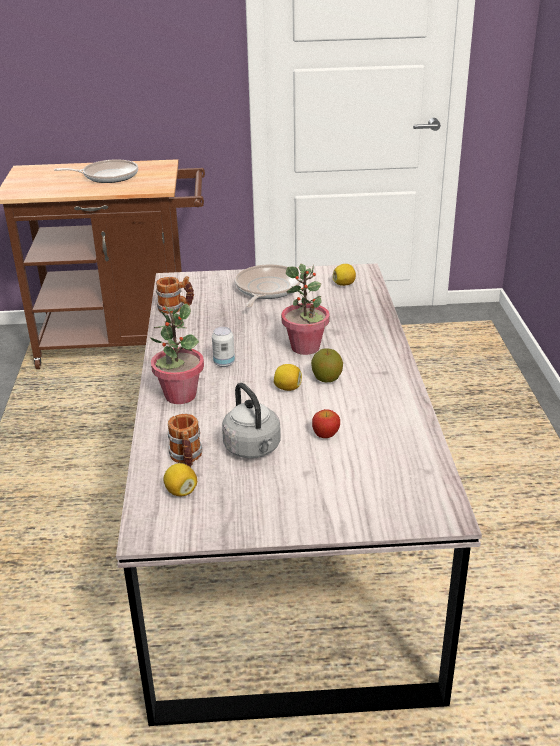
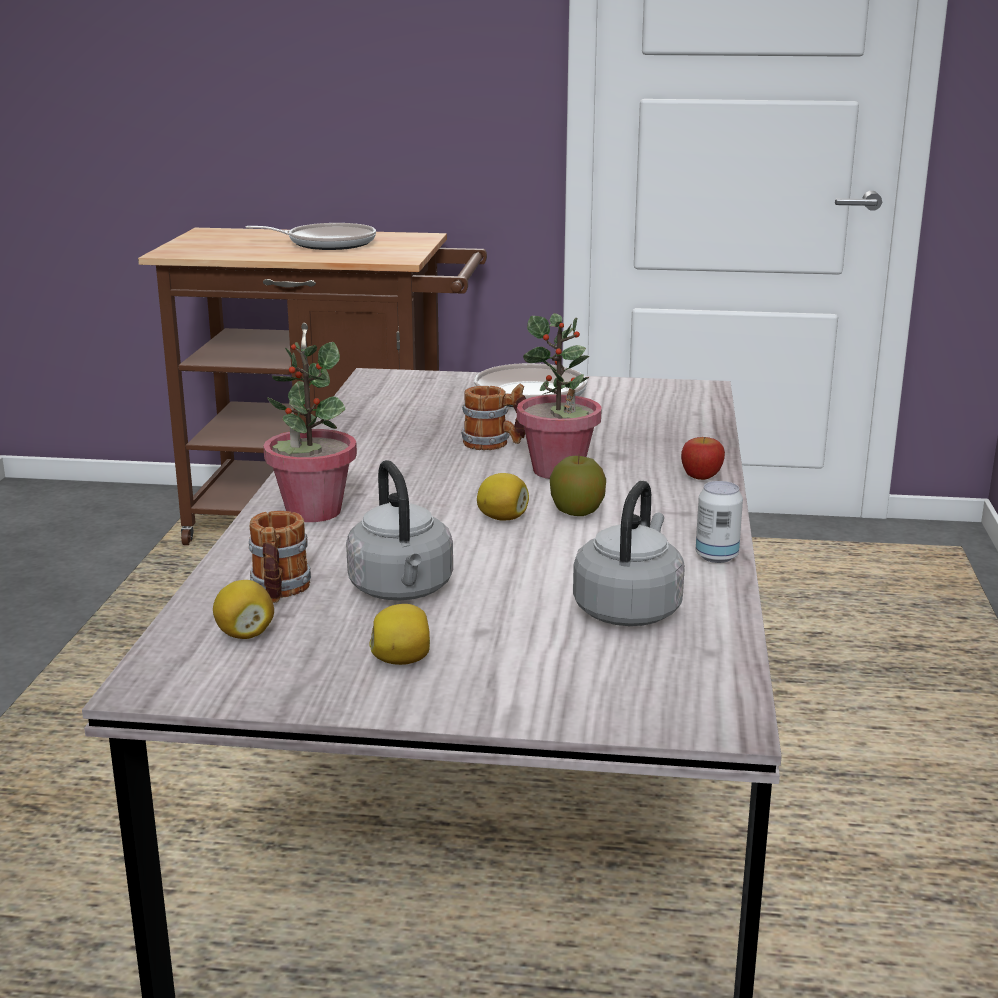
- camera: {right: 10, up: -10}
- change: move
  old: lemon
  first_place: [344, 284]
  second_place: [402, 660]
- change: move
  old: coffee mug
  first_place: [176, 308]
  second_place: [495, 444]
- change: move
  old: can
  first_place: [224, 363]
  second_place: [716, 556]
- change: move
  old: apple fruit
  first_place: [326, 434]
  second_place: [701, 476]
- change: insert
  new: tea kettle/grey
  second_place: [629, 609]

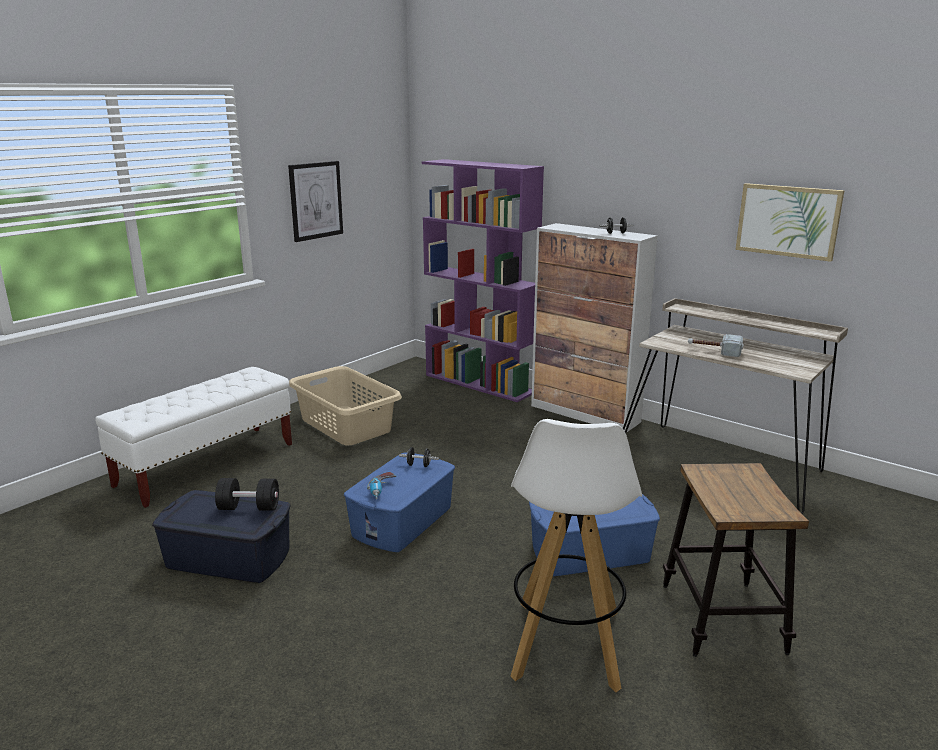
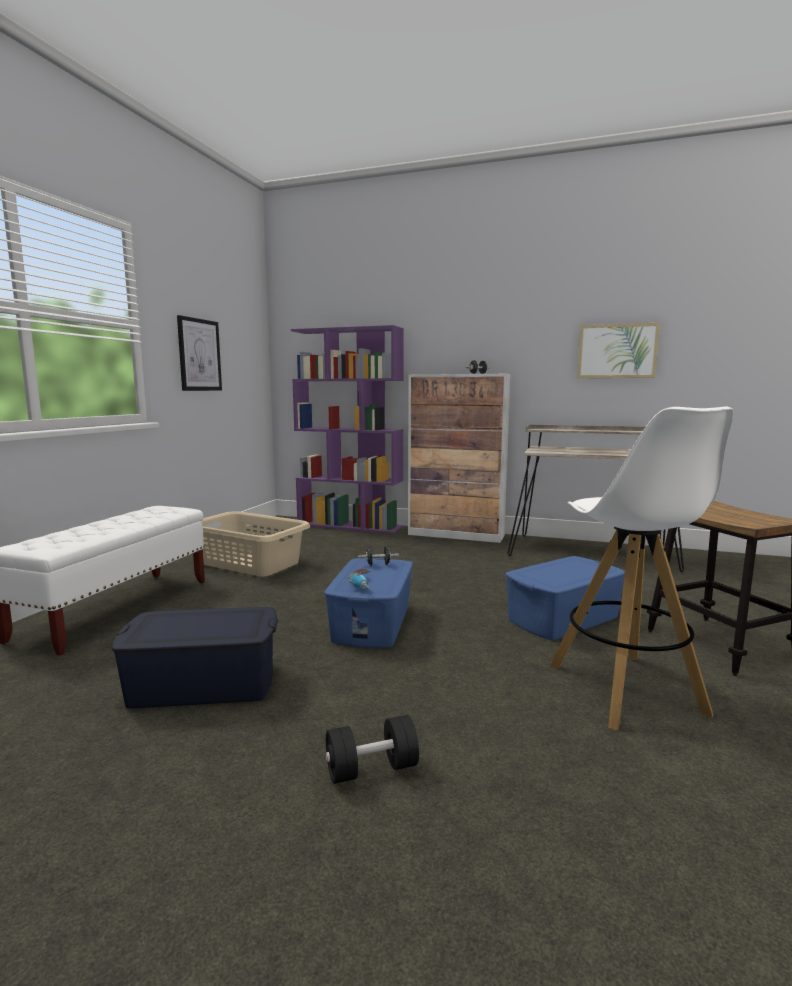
- camera: {right: -20, up: -10}
- change: delete
  old: tool hammer
  first_place: [714, 351]
- change: move
  old: dumbbell/black
  first_place: [249, 508]
  second_place: [371, 769]

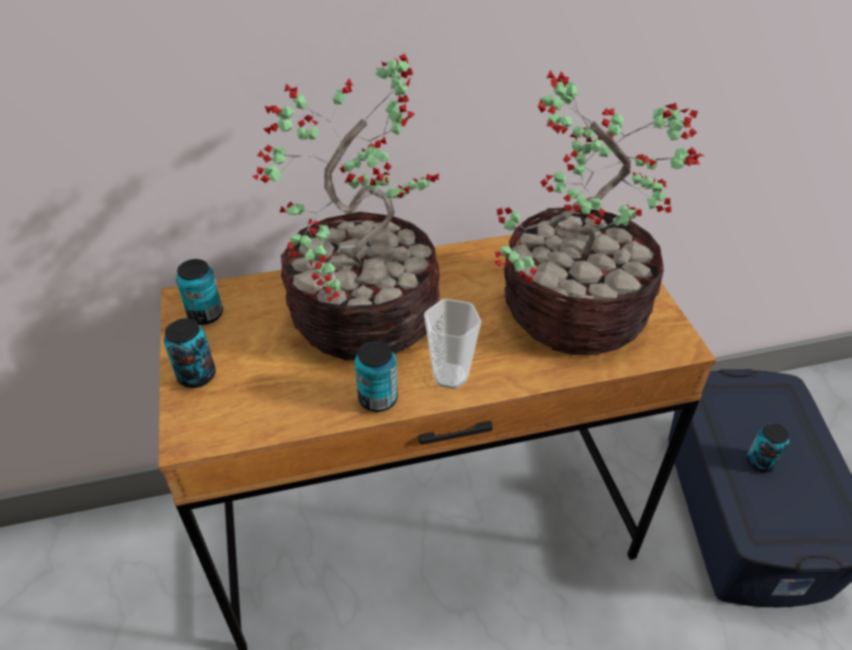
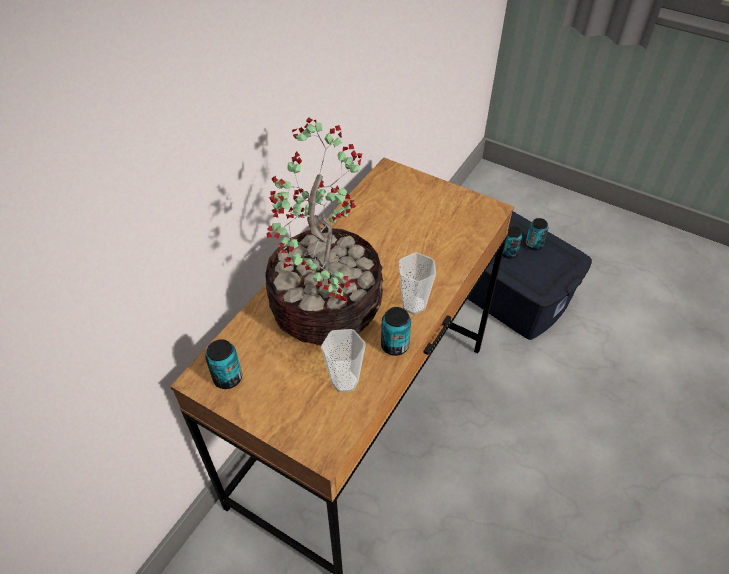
- camera: {right: -45, up: 5}
- change: delete
  old: plant in a pot
  first_place: [569, 312]
- change: move
  old: can
  first_place: [197, 376]
  second_place: [533, 245]
- change: insert
  new: small cup
  second_place: [344, 381]

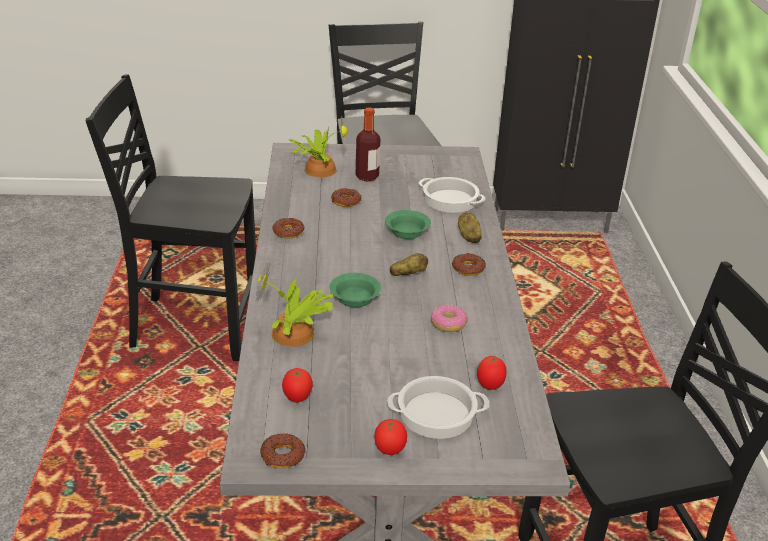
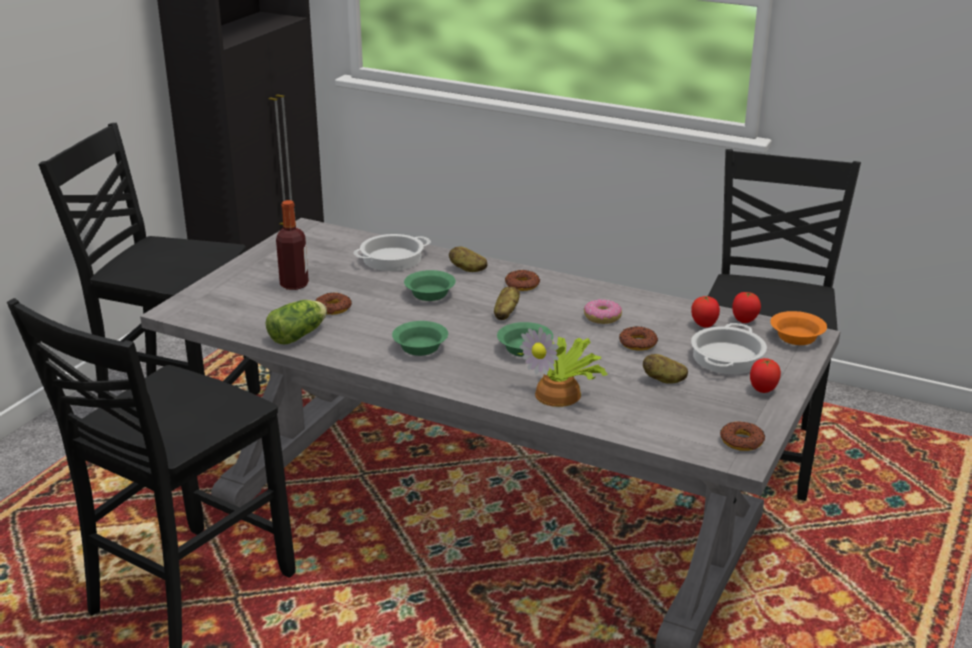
- camera: {right: -60, up: -5}
- change: delete
  old: plant in a pot
  first_place: [318, 169]
- change: move
  old: donut
  first_place: [288, 232]
  second_place: [637, 343]
- change: move
  old: fresh tomato
  first_place: [297, 398]
  second_place: [744, 321]
- change: insert
  new: lettuce
  second_place: [300, 335]
- change: insert
  new: serving bowl/orangey
  second_place: [796, 337]
- change: insert
  new: serving bowl/green
  second_place: [421, 348]
- change: insert
  new: potato
  second_place: [664, 380]

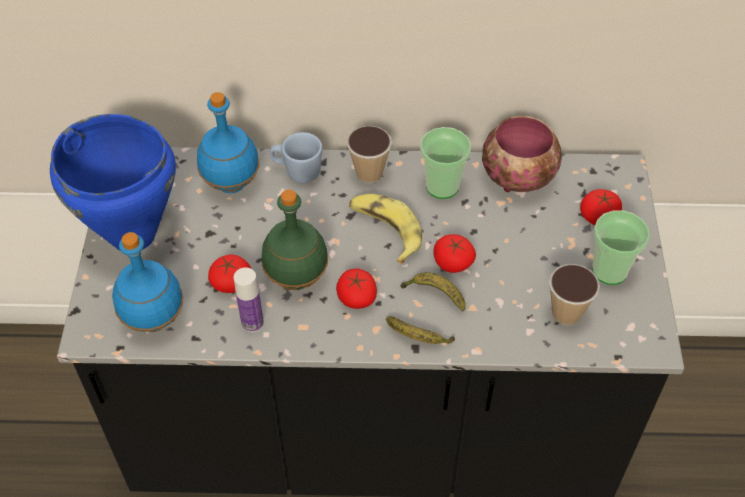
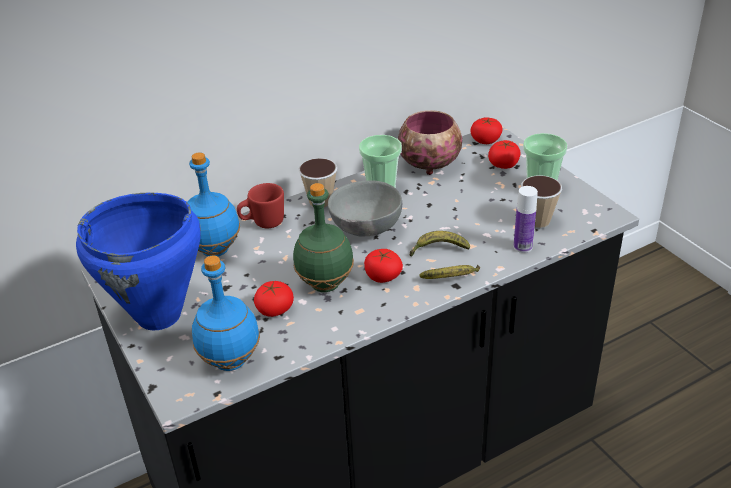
- camera: {right: -30, up: -15}
- change: recolor
  old: coffee mug/blue-coloured
  new: coffee mug/reddish
  first_place: [297, 172]
  second_place: [263, 223]
- change: replace
  old: banana fruit
  new: serving bowl/grey
  first_place: [385, 230]
  second_place: [365, 229]
- change: move
  old: fresh tomato
  first_place: [453, 262]
  second_place: [485, 140]
- change: move
  old: beverage bottle
  first_place: [252, 323]
  second_place: [522, 247]

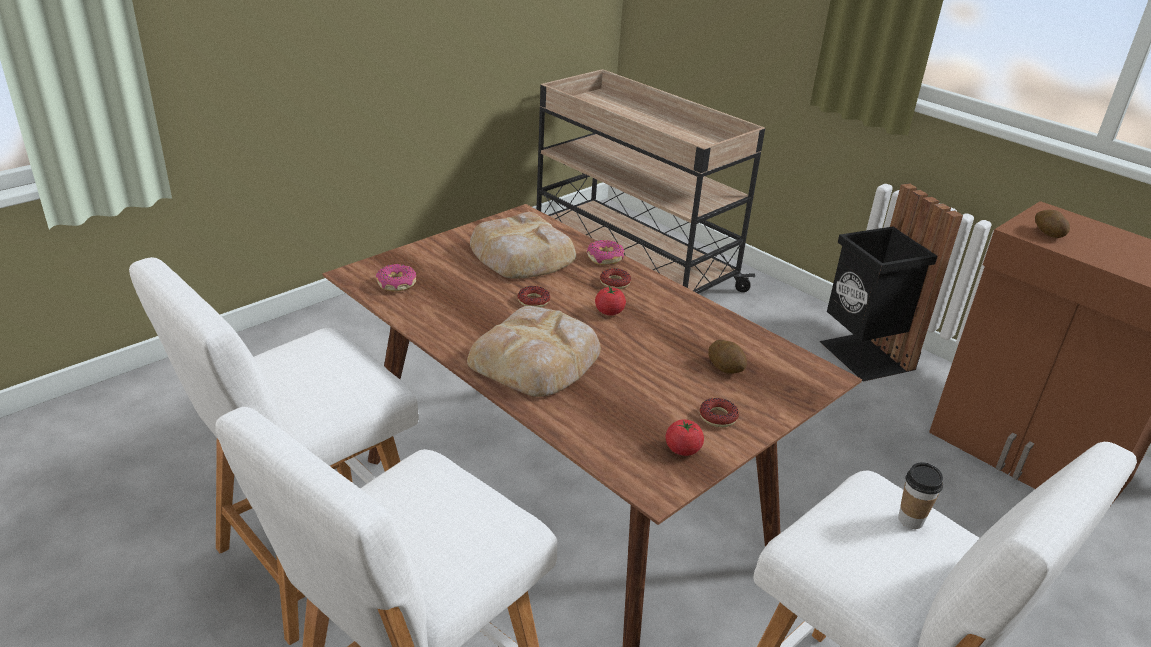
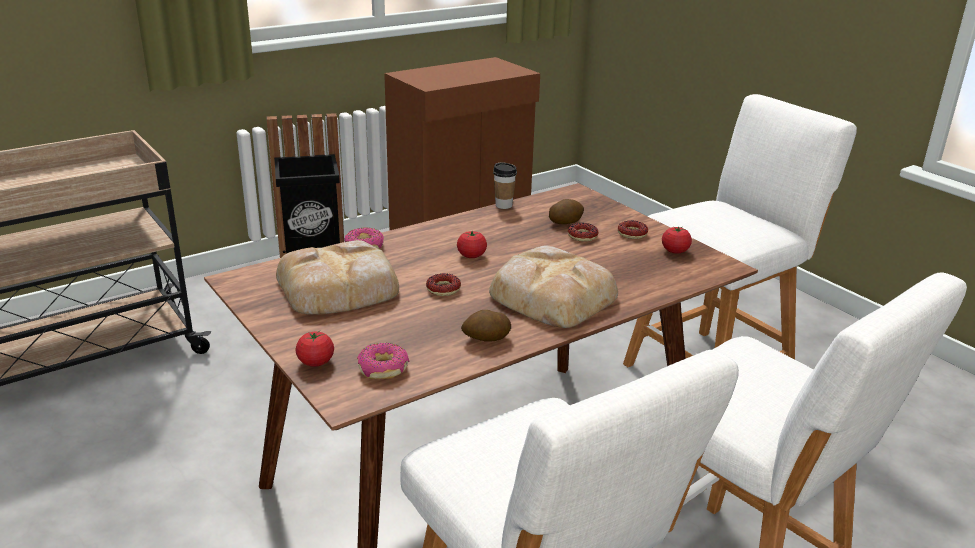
- camera: {right: -80, up: -5}
- change: move
  old: potato
  first_place: [1047, 233]
  second_place: [486, 339]
- change: move
  old: donut
  first_place: [615, 283]
  second_place: [582, 236]
- change: move
  old: small cup
  first_place: [910, 520]
  second_place: [503, 205]
- change: insert
  new: fresh tomato
  second_place: [316, 362]

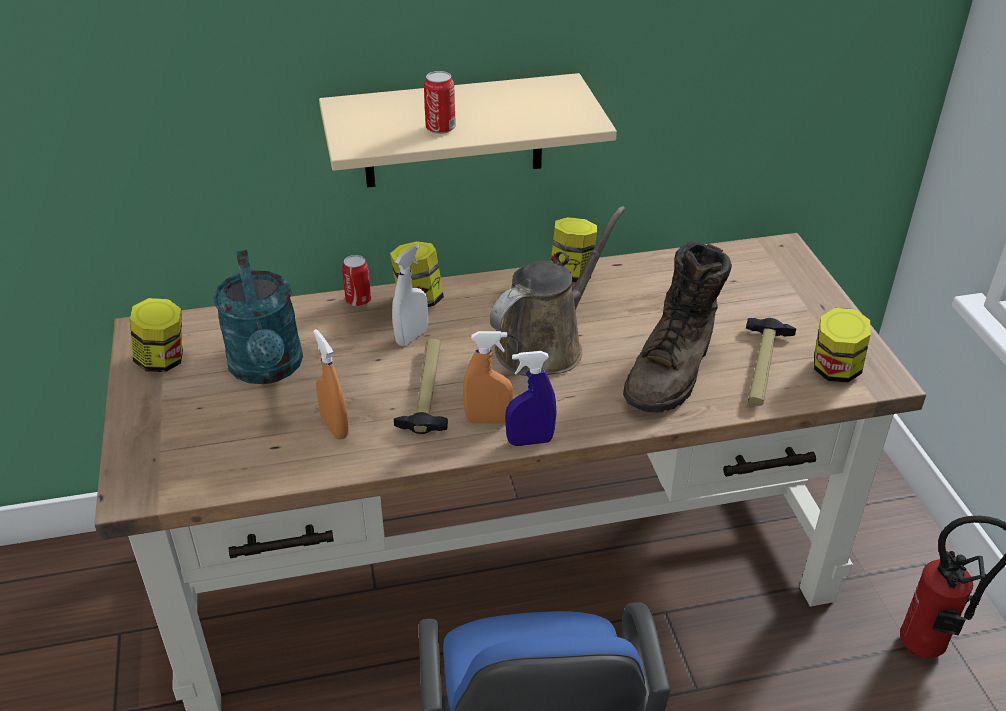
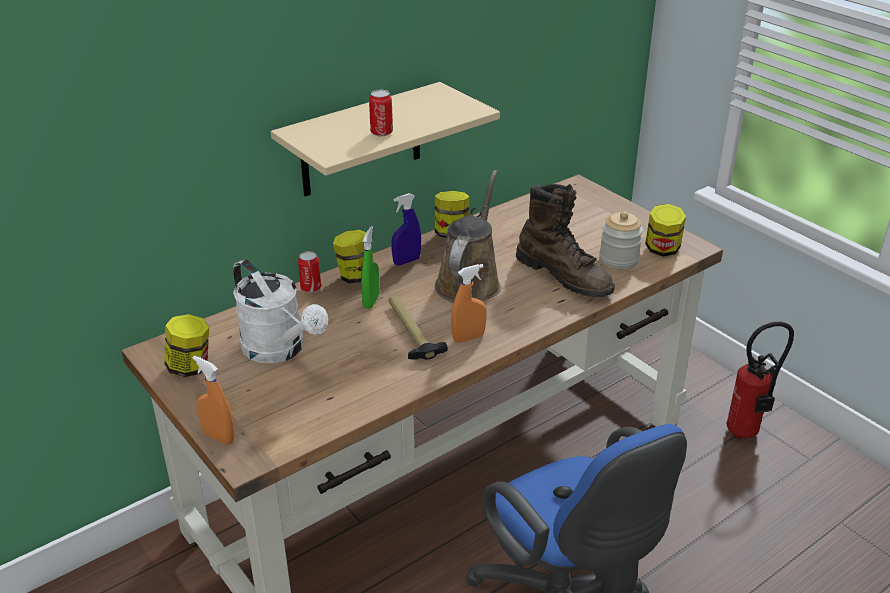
- camera: {right: -25, up: -5}
- change: rotate
  old: tall boot/brown
  first_place: [672, 371]
  second_place: [565, 276]
  degrees: -45
- change: recolor
  old: sprayer/white-coloured
  new: sprayer/green
  first_place: [412, 337]
  second_place: [371, 301]
- change: recolor
  old: watering pot/turquoise
  new: watering pot/white-coloured
  first_place: [268, 369]
  second_place: [280, 350]
- change: replace
  old: tool hammer
  new: storage jar
  first_place: [763, 367]
  second_place: [618, 259]
- change: move
  old: sprayer/orangey
  first_place: [335, 427]
  second_place: [218, 437]
- change: move
  old: sprayer/blue-coloured
  first_place: [530, 441]
  second_place: [406, 261]

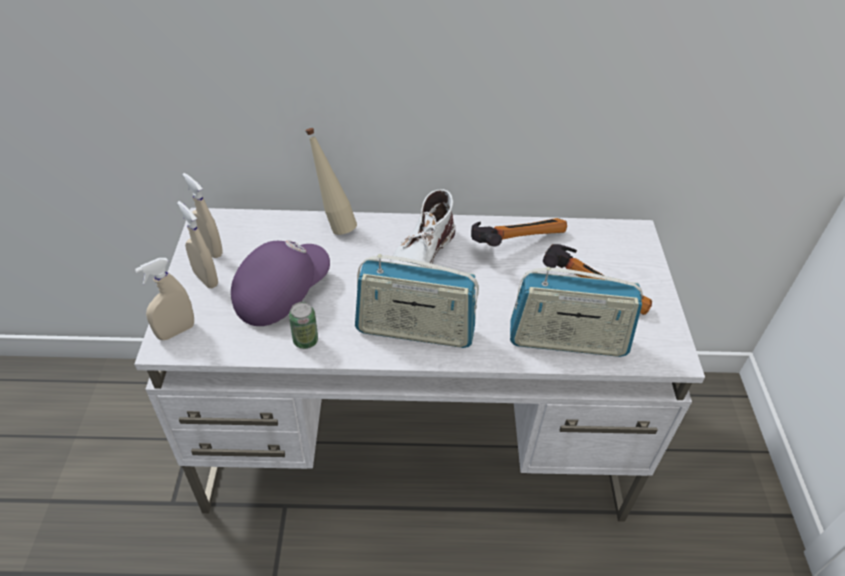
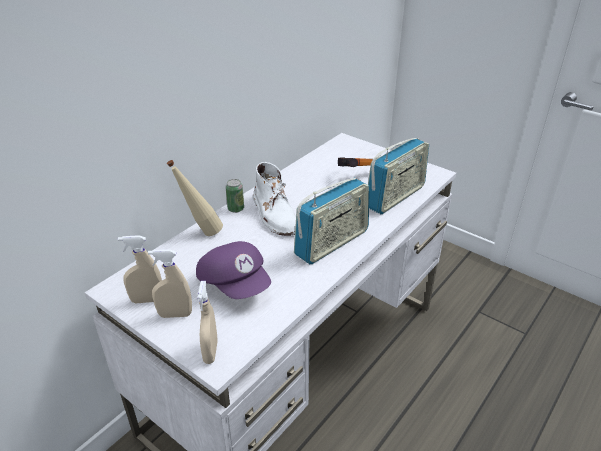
- camera: {right: -50, up: -10}
- change: delete
  old: tool hammer
  first_place: [514, 241]
- change: rotate
  old: baseball cap/purple-coloured
  first_place: [281, 293]
  second_place: [235, 283]
  degrees: 150
- change: move
  old: can
  first_place: [305, 341]
  second_place: [236, 209]

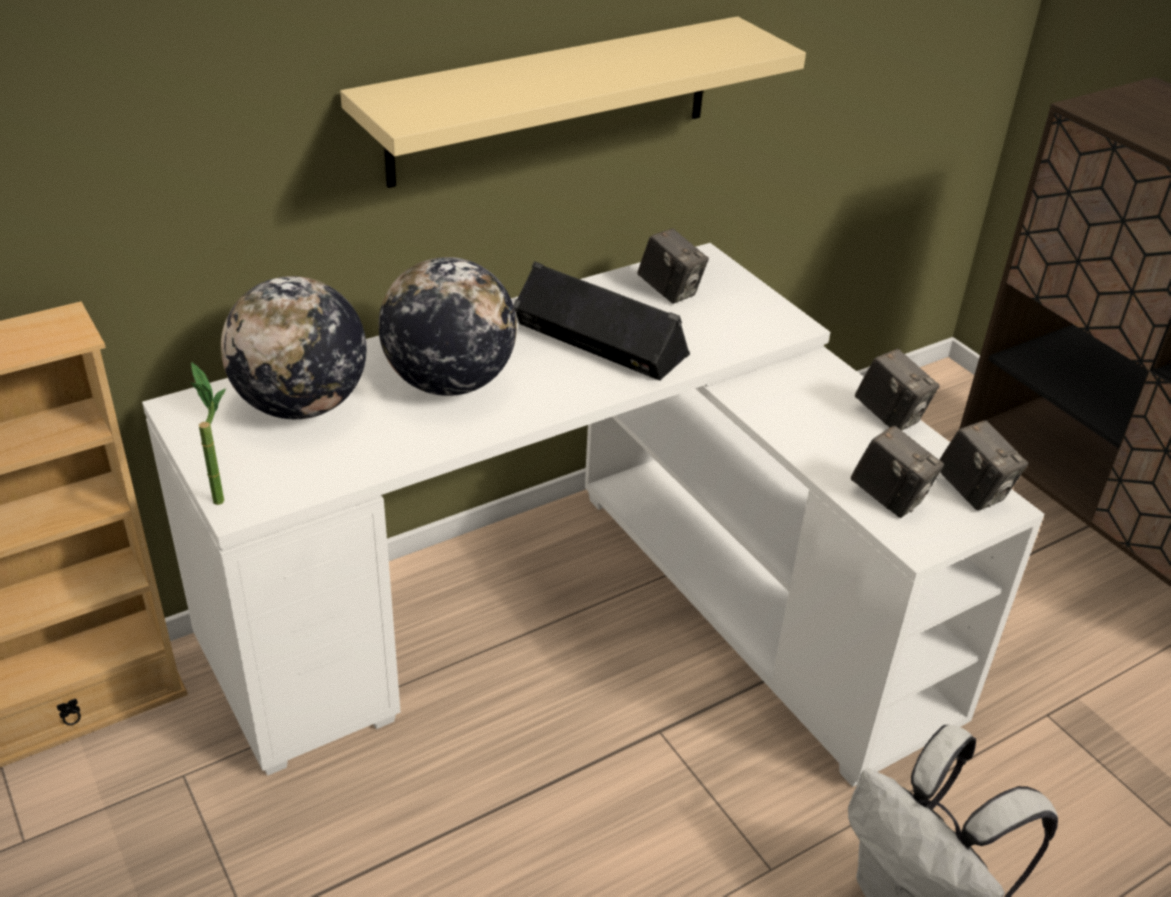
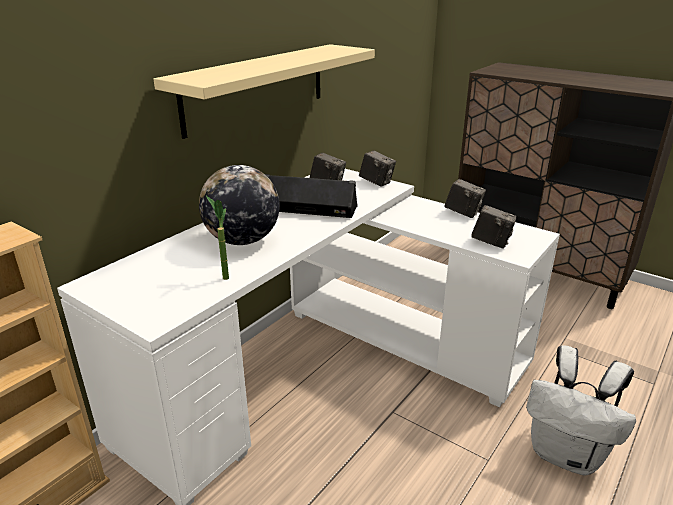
- camera: {right: -20, up: -10}
- change: delete
  old: desk globe
  first_place: [301, 405]
- change: move
  old: plant in a pot
  first_place: [219, 493]
  second_place: [223, 275]
- change: move
  old: photo camera
  first_place: [972, 491]
  second_place: [376, 182]

